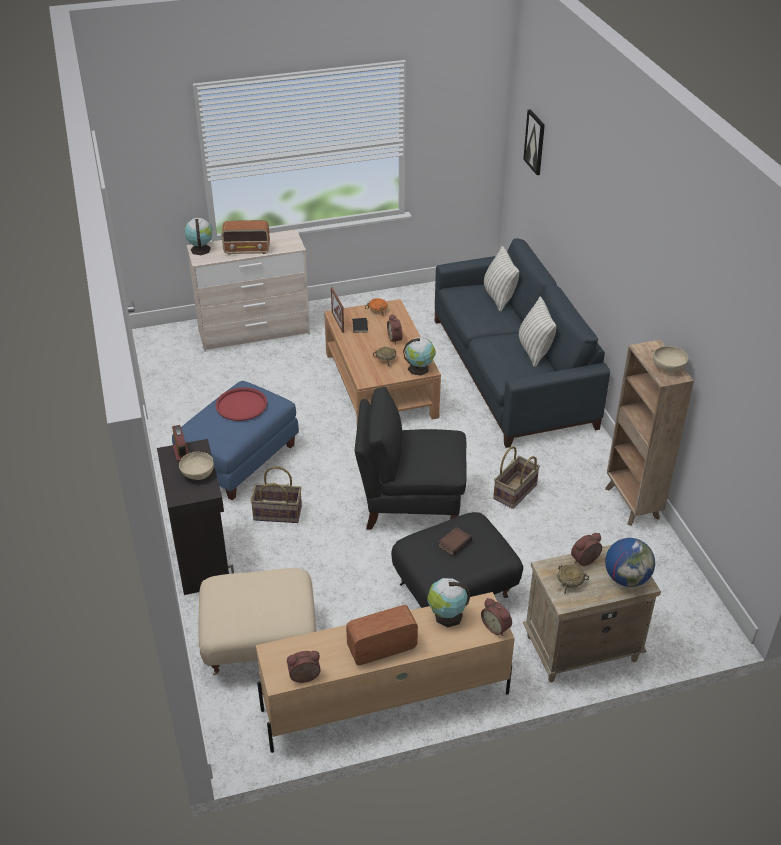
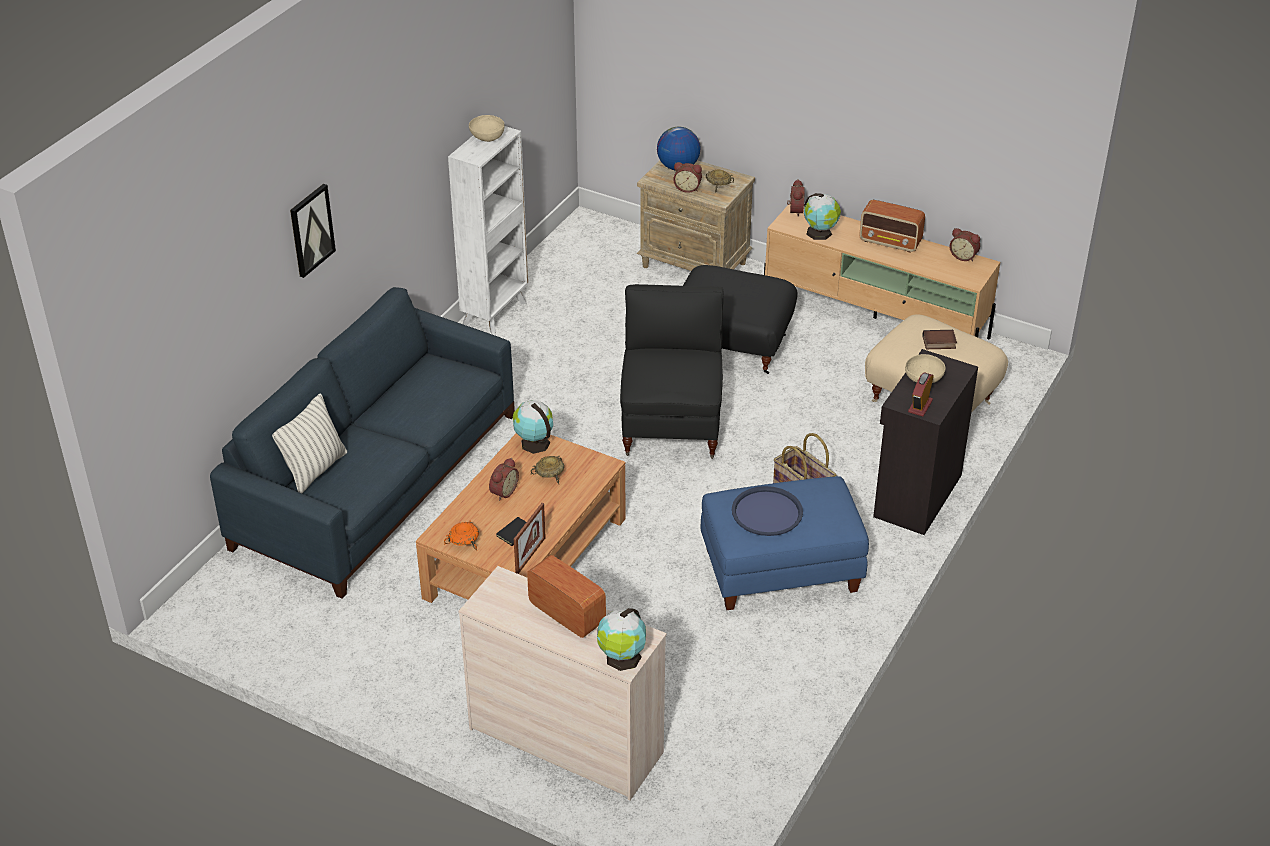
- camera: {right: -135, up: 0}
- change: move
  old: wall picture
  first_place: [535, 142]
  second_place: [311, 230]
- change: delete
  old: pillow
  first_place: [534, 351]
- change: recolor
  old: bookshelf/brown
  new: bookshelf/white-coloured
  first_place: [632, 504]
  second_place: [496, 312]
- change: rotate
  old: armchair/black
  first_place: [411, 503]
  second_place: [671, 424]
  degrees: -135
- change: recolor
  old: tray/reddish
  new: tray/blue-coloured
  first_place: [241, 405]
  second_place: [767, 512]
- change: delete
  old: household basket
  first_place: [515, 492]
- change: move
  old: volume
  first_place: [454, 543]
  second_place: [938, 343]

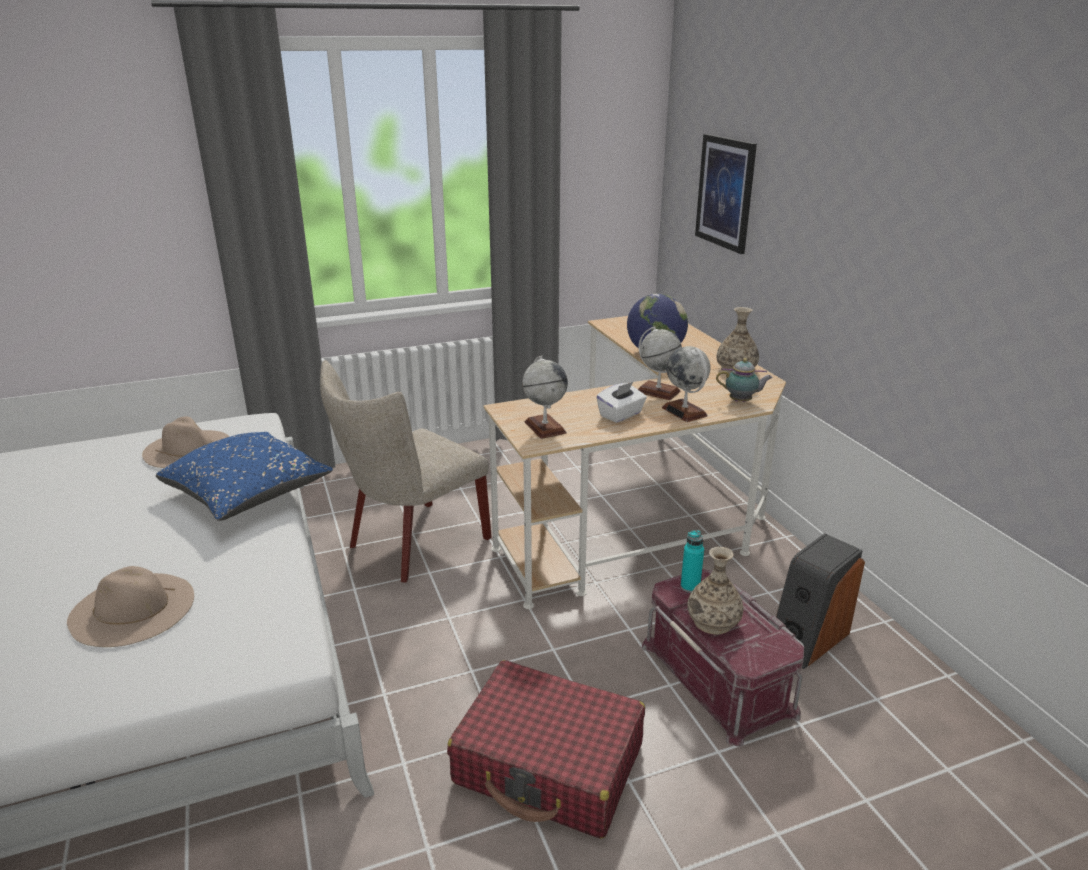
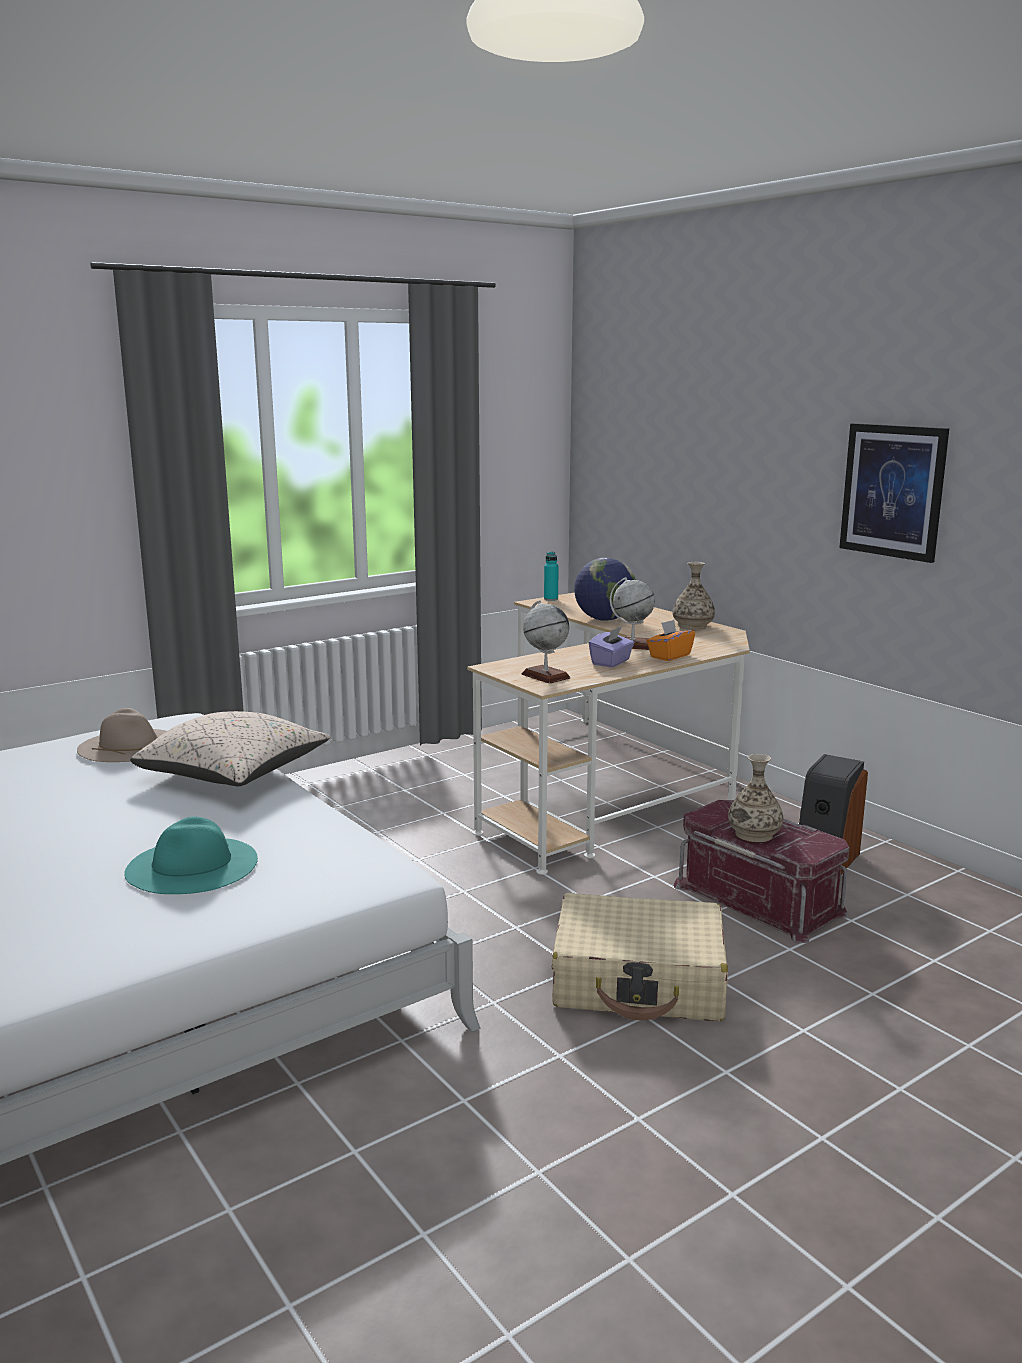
- camera: {right: -15, up: -10}
- change: move
  old: wall picture
  first_place: [725, 192]
  second_place: [893, 491]
- change: replace
  old: desk globe
  new: tissue holder/orangey
  first_place: [684, 412]
  second_place: [669, 656]
- change: delete
  old: pot for tea
  first_place: [742, 401]
- change: delete
  old: plain chair/sand-coloured
  first_place: [412, 545]
- change: recolor
  old: tissue holder/white-coloured
  new: tissue holder/purple-coloured
  first_place: [621, 415]
  second_place: [611, 662]
- change: recolor
  old: pillow/blue-coloured
  new: pillow/sand-coloured
  first_place: [248, 494]
  second_place: [234, 775]
- change: move
  old: beverage bottle/turquoise
  first_place: [690, 587]
  second_place: [551, 599]
- change: recolor
  old: hat/sand-coloured
  new: hat/turquoise
  first_place: [132, 609]
  second_place: [192, 865]
- change: recolor
  old: suitcase/reddish
  new: suitcase/sand-coloured
  first_place: [549, 764]
  second_place: [639, 981]

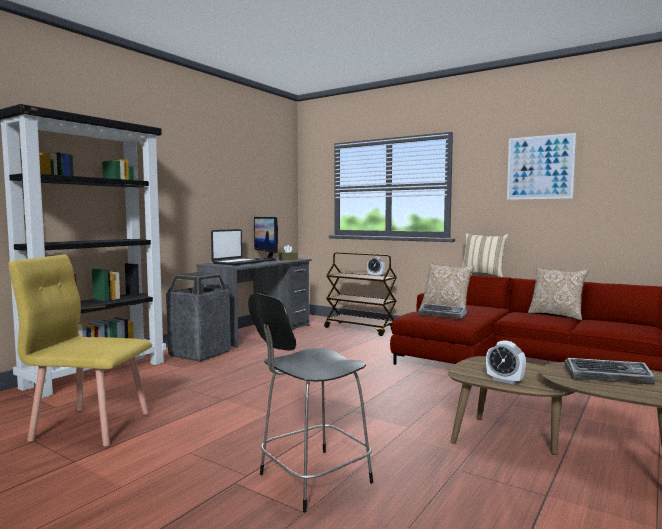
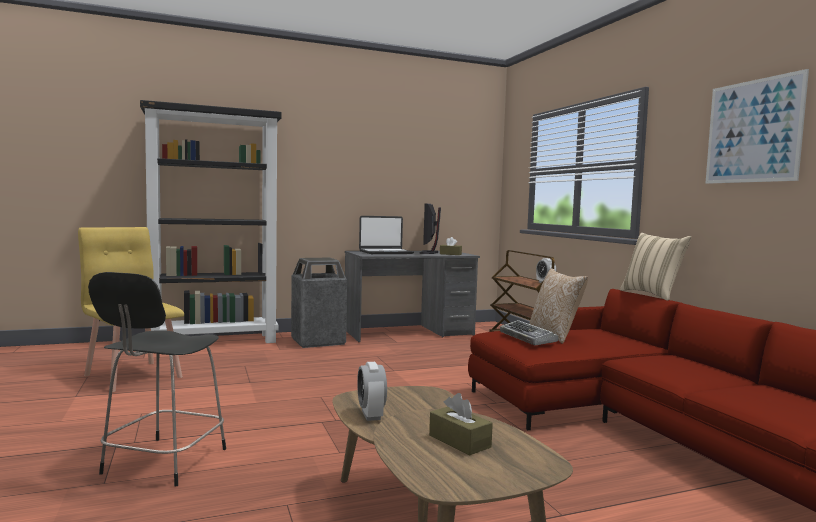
- camera: {right: 35, up: 0}
- change: delete
  old: pillow
  first_place: [556, 315]
- change: rotate
  old: plain chair/black
  first_place: [311, 480]
  second_place: [162, 463]
  degrees: -75
- change: replace
  old: PC keyboard
  new: tissue holder/brown
  first_place: [608, 377]
  second_place: [459, 441]

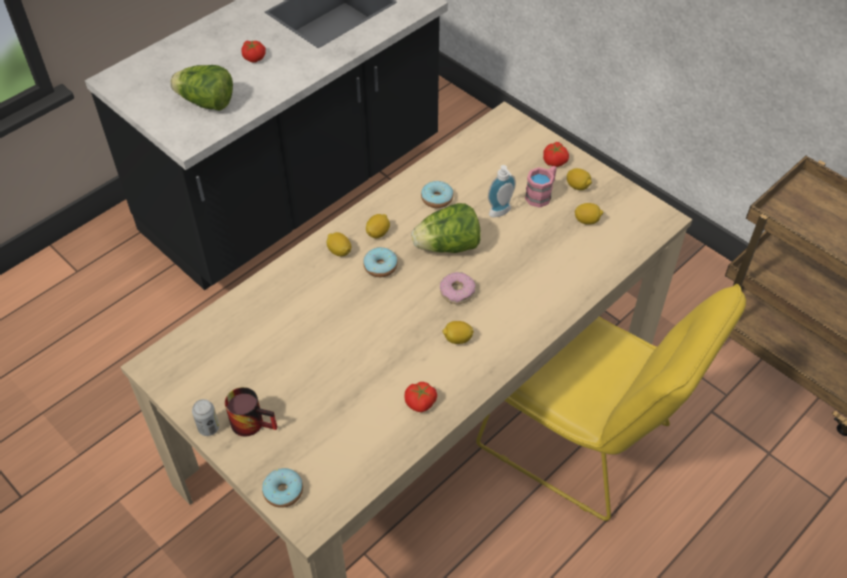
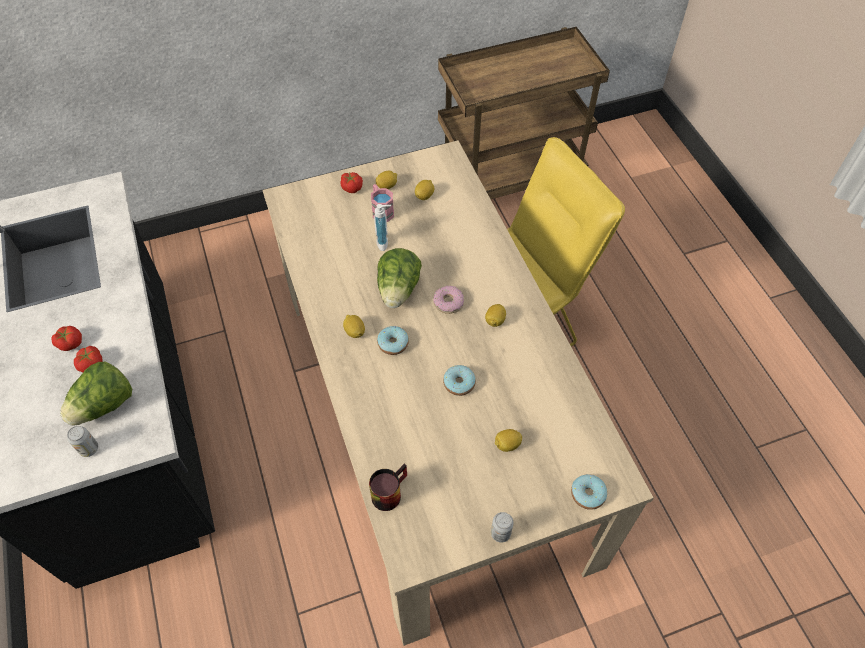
- camera: {right: -65, up: 5}
- change: move
  old: donut
  first_place: [437, 199]
  second_place: [459, 383]
- change: move
  old: lemon
  first_place: [339, 251]
  second_place: [507, 444]
- change: move
  old: fresh tomato
  first_place: [421, 403]
  second_place: [92, 364]
- change: move
  old: coffee mug
  first_place: [253, 421]
  second_place: [388, 491]
- change: insert
  new: can
  second_place: [89, 449]

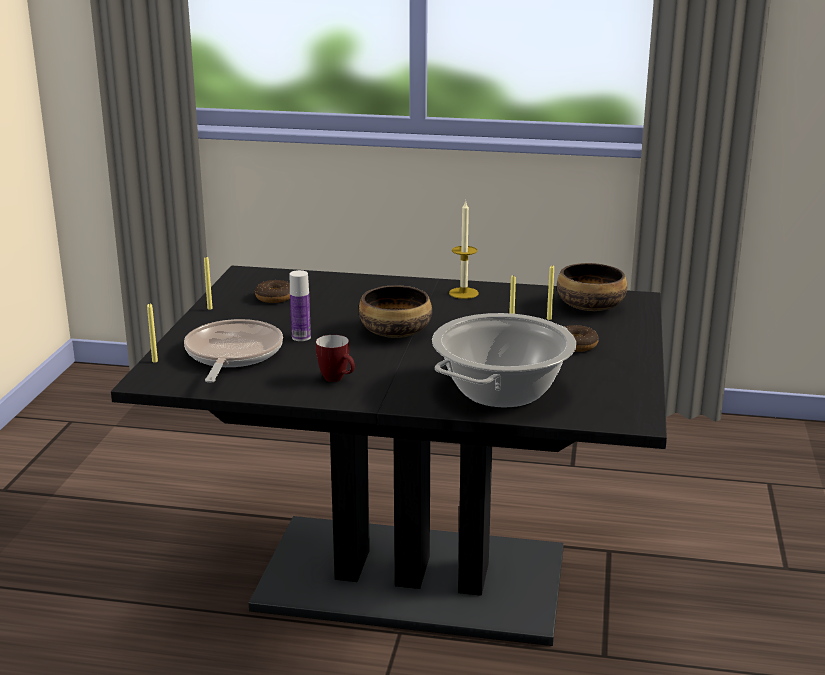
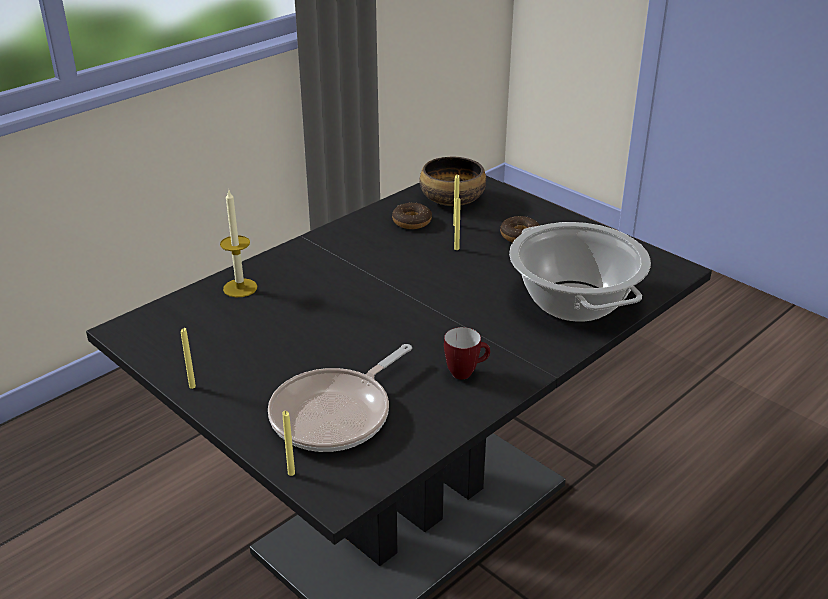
- camera: {right: -55, up: 10}
- change: move
  old: wax light
  first_place: [463, 293]
  second_place: [240, 288]
- change: delete
  old: beverage bottle
  first_place: [301, 337]
- change: move
  old: donut
  first_place: [274, 297]
  second_place: [412, 221]
- change: delete
  old: serving bowl
  first_place: [396, 331]
- change: rotate
  old: skillet
  first_place: [232, 355]
  second_place: [336, 414]
  degrees: -90

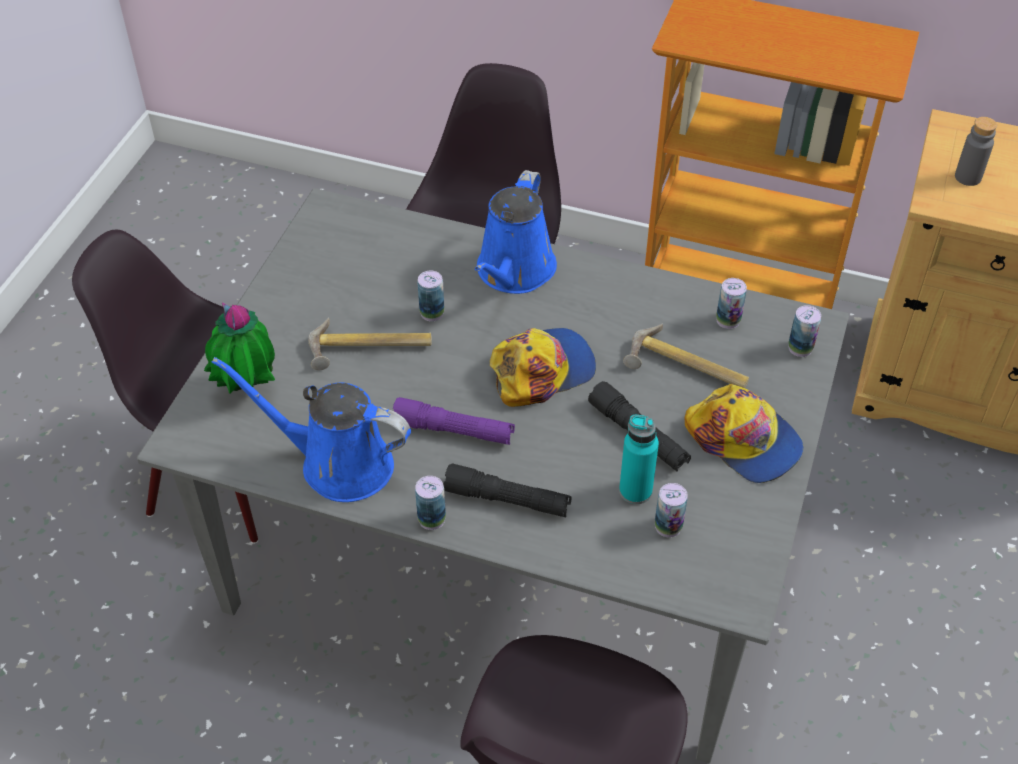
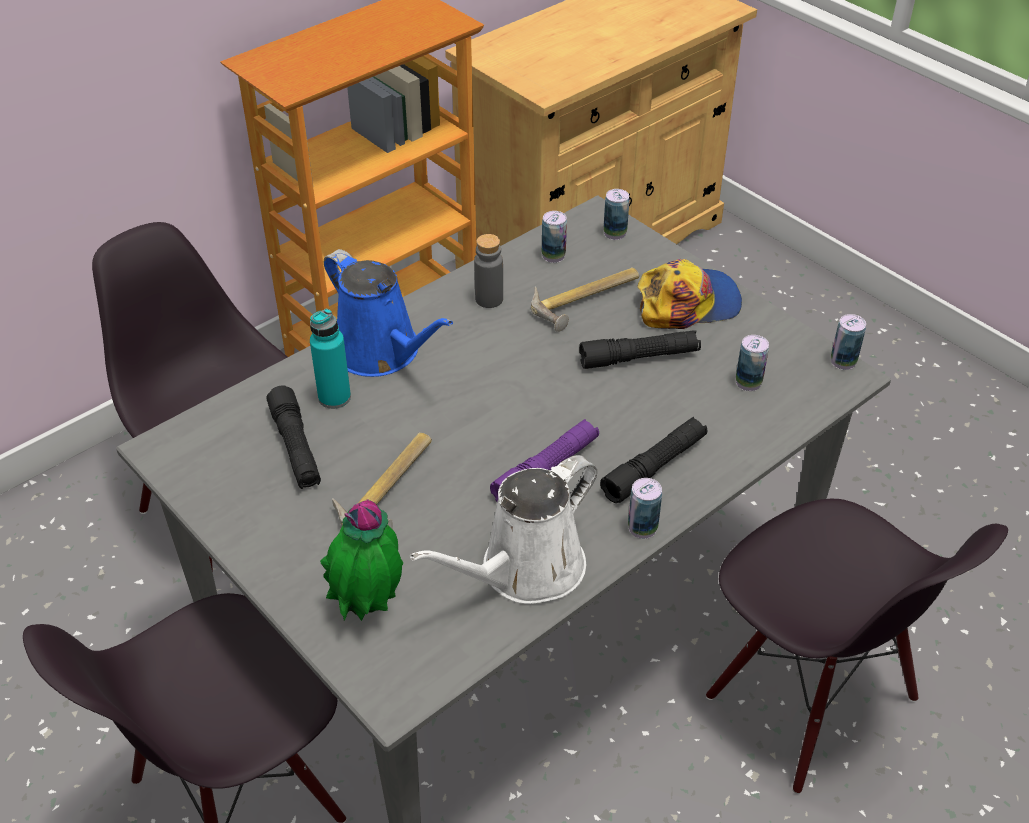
- camera: {right: -60, up: -5}
- change: move
  old: beverage bottle/grey
  first_place: [968, 177]
  second_place: [489, 299]
- change: move
  old: can
  first_place: [432, 313]
  second_place: [843, 361]
- change: delete
  old: baseball cap
  first_place: [542, 370]
- change: recolor
  old: watering pot/blue-coloured
  new: watering pot/white-coloured
  first_place: [337, 463]
  second_place: [525, 571]
- change: move
  old: beverage bottle/turquoise
  first_place: [635, 491]
  second_place: [334, 397]
- change: insert
  new: hand torch/black
  second_place: [296, 447]

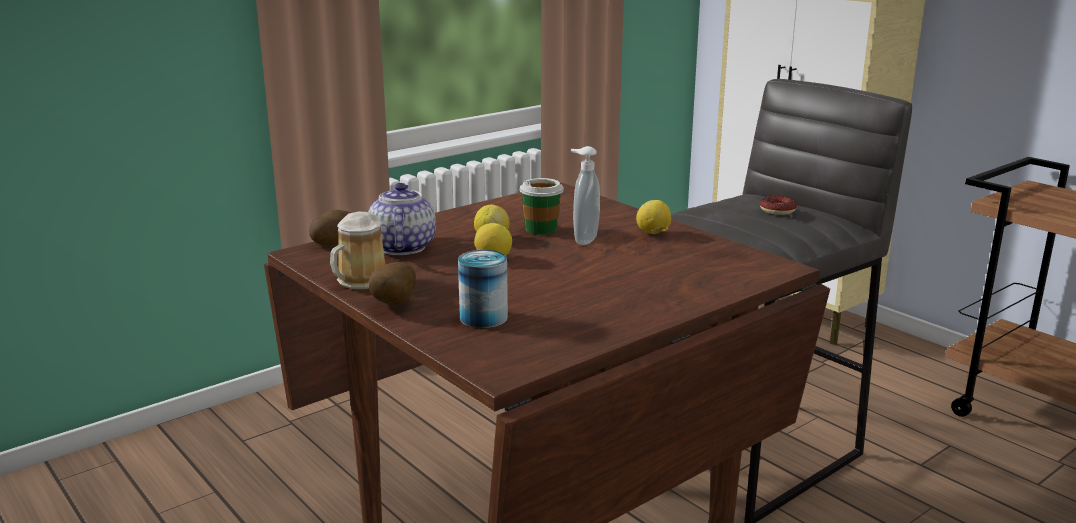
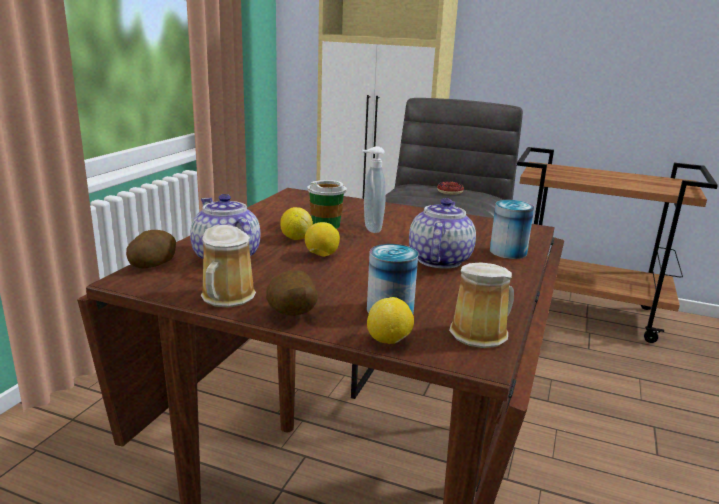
- camera: {right: -30, up: 0}
- change: move
  old: lemon
  first_place: [653, 233]
  second_place: [389, 341]
- change: insert
  new: pot for tea
  second_place: [438, 260]
- change: insert
  new: can
  second_place: [508, 252]
- change: insert
  new: coffee mug
  second_place: [481, 333]

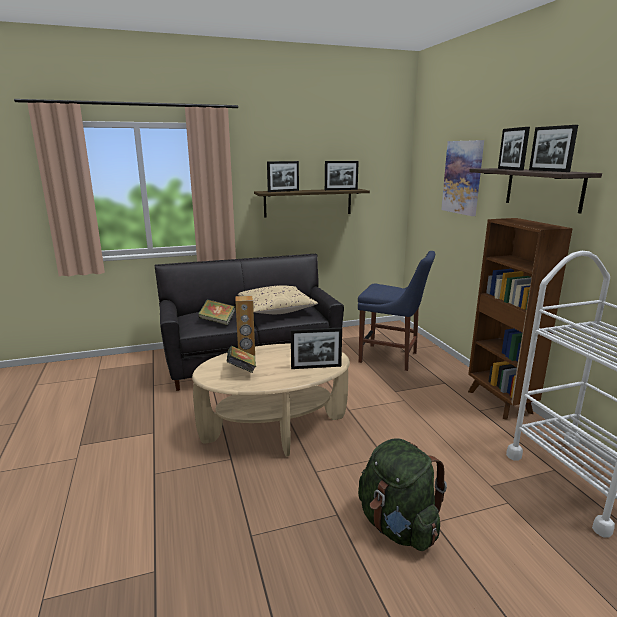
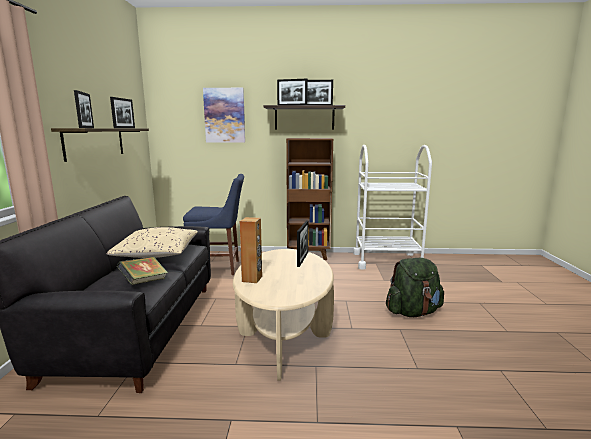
- camera: {right: -70, up: -5}
- change: rotate
  old: plain chair/blue-coloured
  first_place: [391, 358]
  second_place: [218, 268]
  degrees: 45
- change: delete
  old: volume
  first_place: [242, 371]

